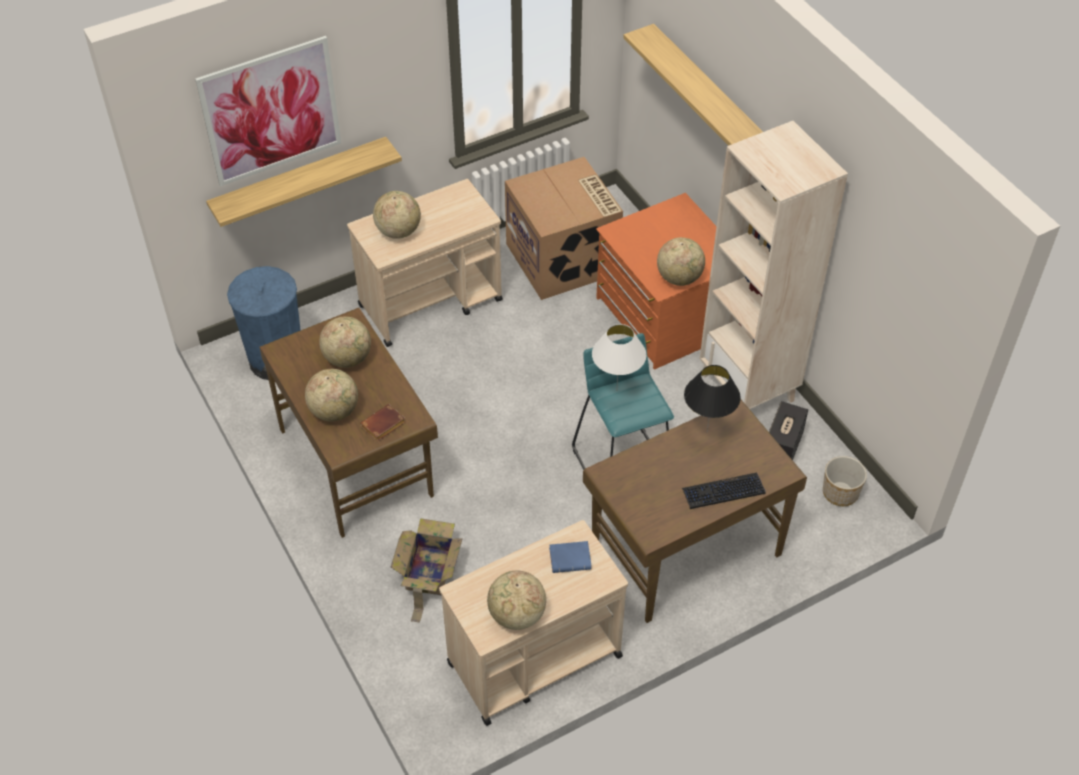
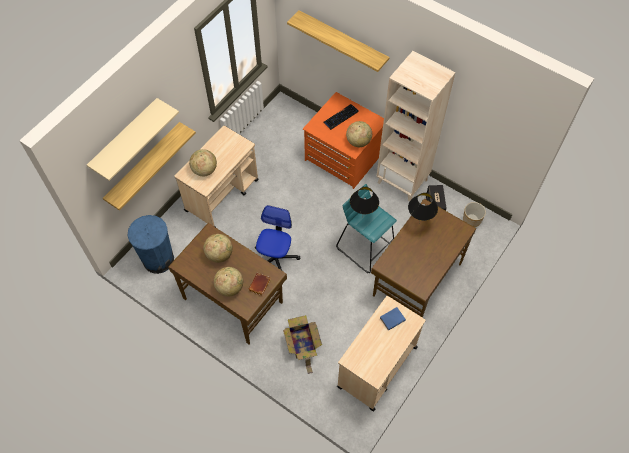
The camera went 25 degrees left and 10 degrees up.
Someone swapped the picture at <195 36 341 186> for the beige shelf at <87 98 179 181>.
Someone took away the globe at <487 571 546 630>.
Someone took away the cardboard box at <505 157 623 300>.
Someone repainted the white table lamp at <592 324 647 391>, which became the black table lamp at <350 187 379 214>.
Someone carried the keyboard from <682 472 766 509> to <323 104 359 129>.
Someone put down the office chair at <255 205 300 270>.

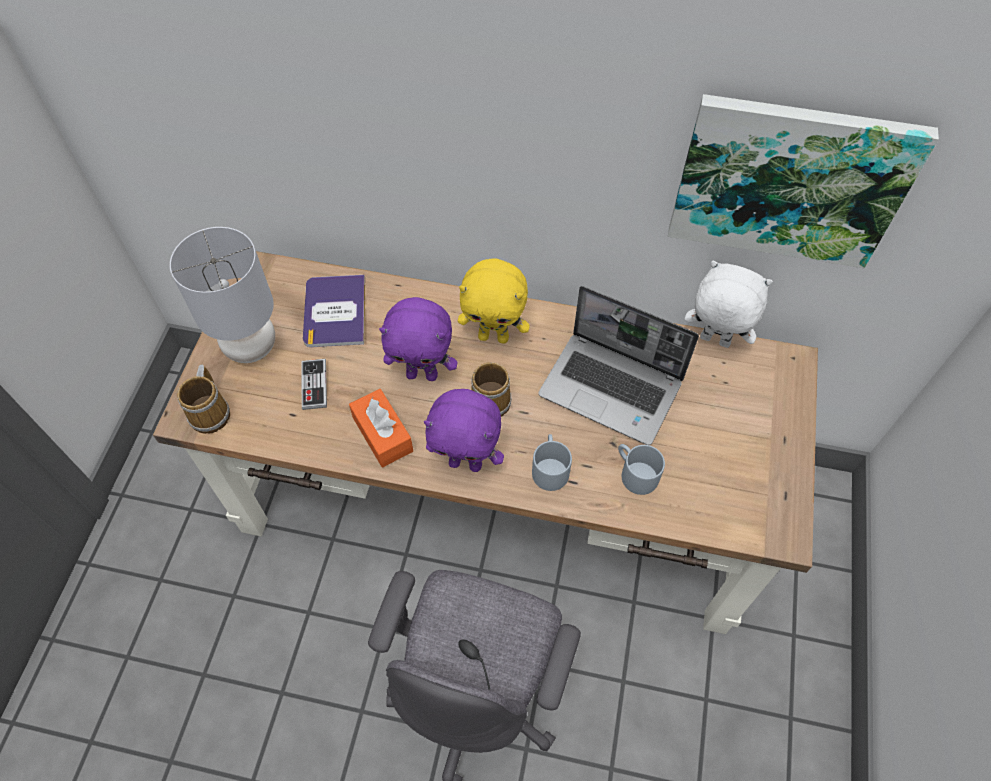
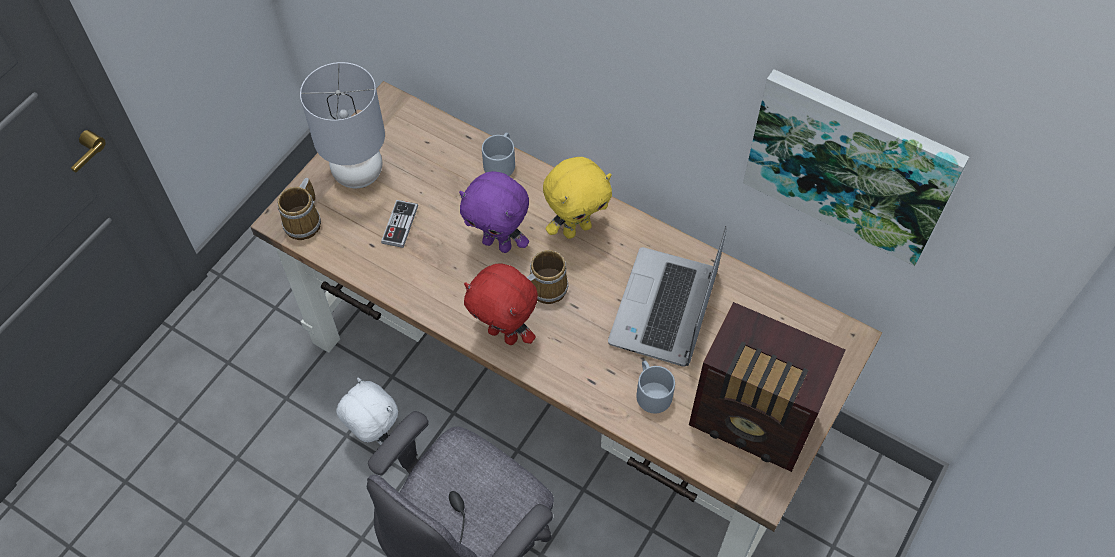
The camera went 20 degrees right and 0 degrees up.
Someone took away the book at <303 275 365 347>.
Someone took away the orange tissue box at <349 389 413 467>.
Someone repainted the purple plush toy at <424 389 504 472>, which became the red plush toy at <464 264 538 345>.
Someone rotated the yellow plush toy at <458 259 530 344> by 60 degrees counterclockwise.
Someone carried the grey mug from <532 434 572 491> to <482 133 515 176>.
Someone rotated the laptop at <539 286 699 445> by 60 degrees clockwise.
Someone carried the white plush toy from <685 261 773 348> to <336 377 398 445>.
Someone put down the radio at <689 302 845 472>.

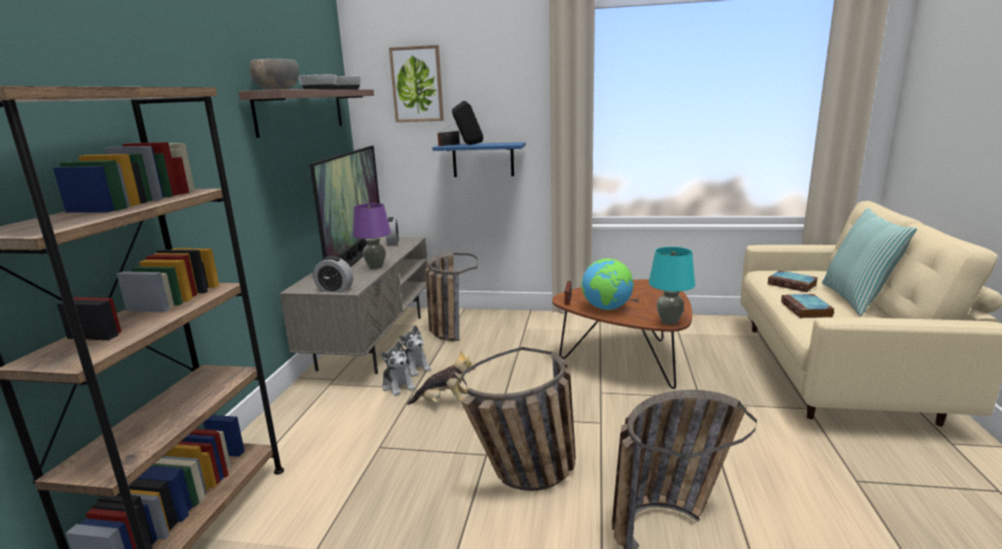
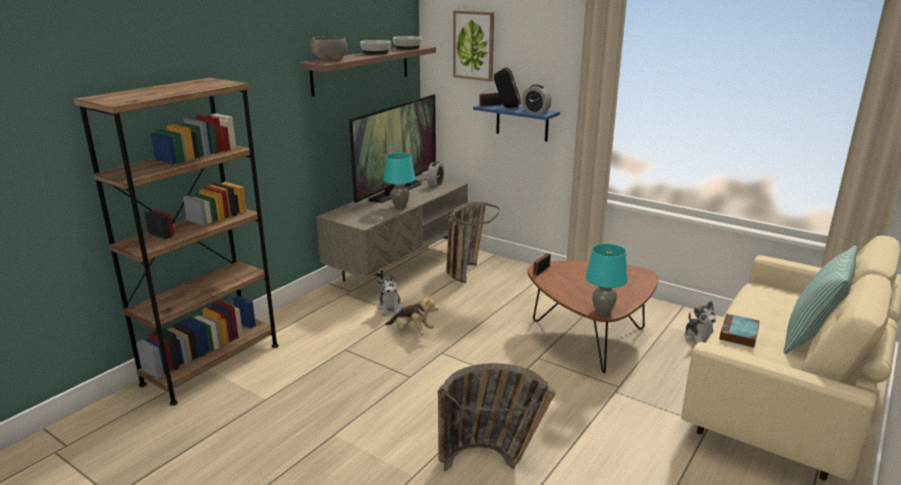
The camera went 25 degrees right and 5 degrees up.
Someone carried the alarm clock from <313 256 353 293> to <522 84 552 114>.
Someone repainted the purple table lamp at <353 203 391 269>, which became the turquoise table lamp at <383 153 415 209>.
Someone carried the plush toy from <399 325 432 377> to <684 301 716 344>.
Someone took away the basket at <461 347 576 491>.
Someone took away the globe at <582 259 634 310>.
Someone took away the book at <768 270 818 292>.

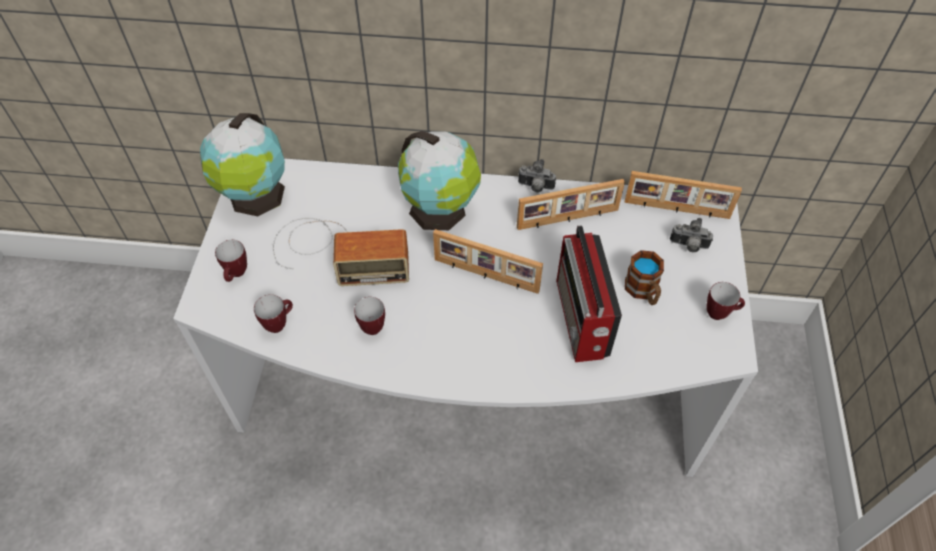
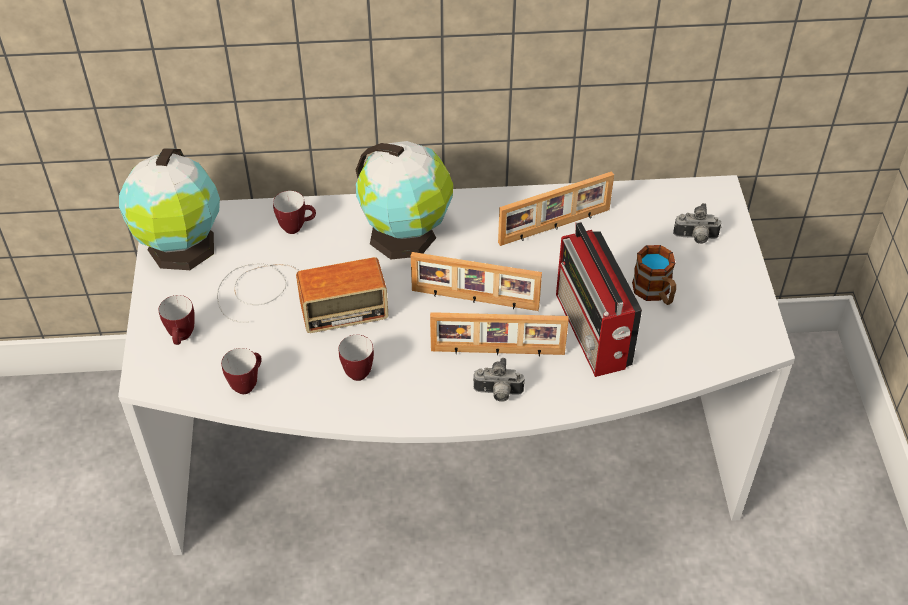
The camera went 10 degrees left and 5 degrees down.
Someone carried the photo camera from <518 159 556 193> to <473 358 525 402>.
Someone carried the picture frame from <624 171 742 219> to <430 312 568 357>.
Someone carried the mug from <706 282 745 320> to <273 191 316 234>.

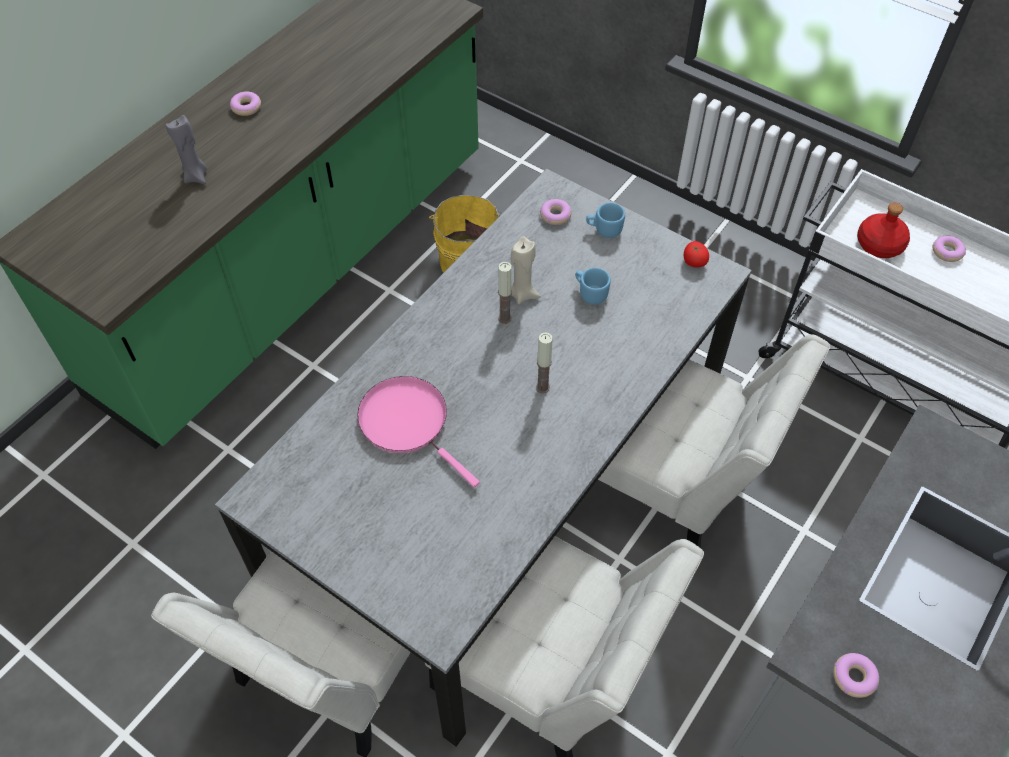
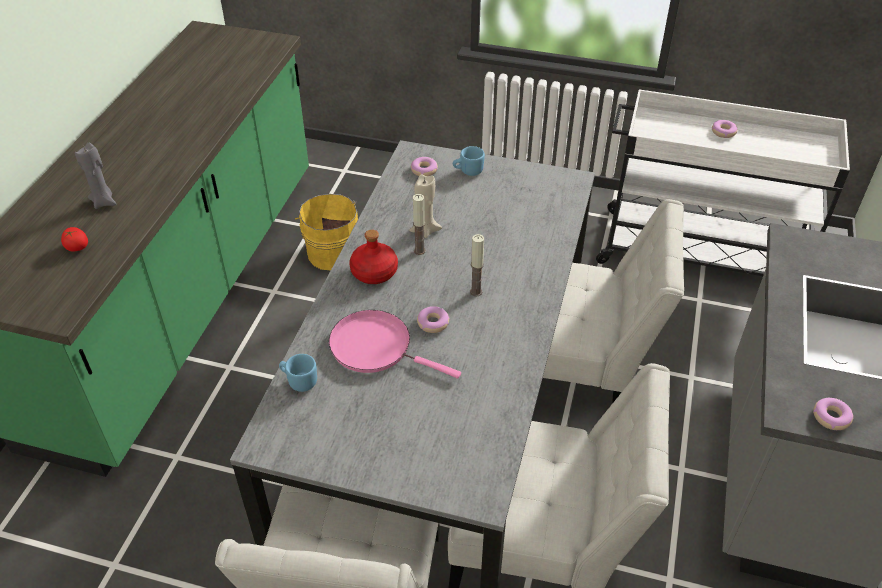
The camera went 20 degrees left and 10 degrees down.
Someone carried the donut from <230 92 261 116> to <417 306 449 333>.
Someone carried the blue mug from <575 268 611 305> to <279 354 317 392>.
Someone carried the tomato from <684 241 709 267> to <61 227 88 252>.
Someone carried the red bottle from <857 202 910 258> to <349 230 398 284>.

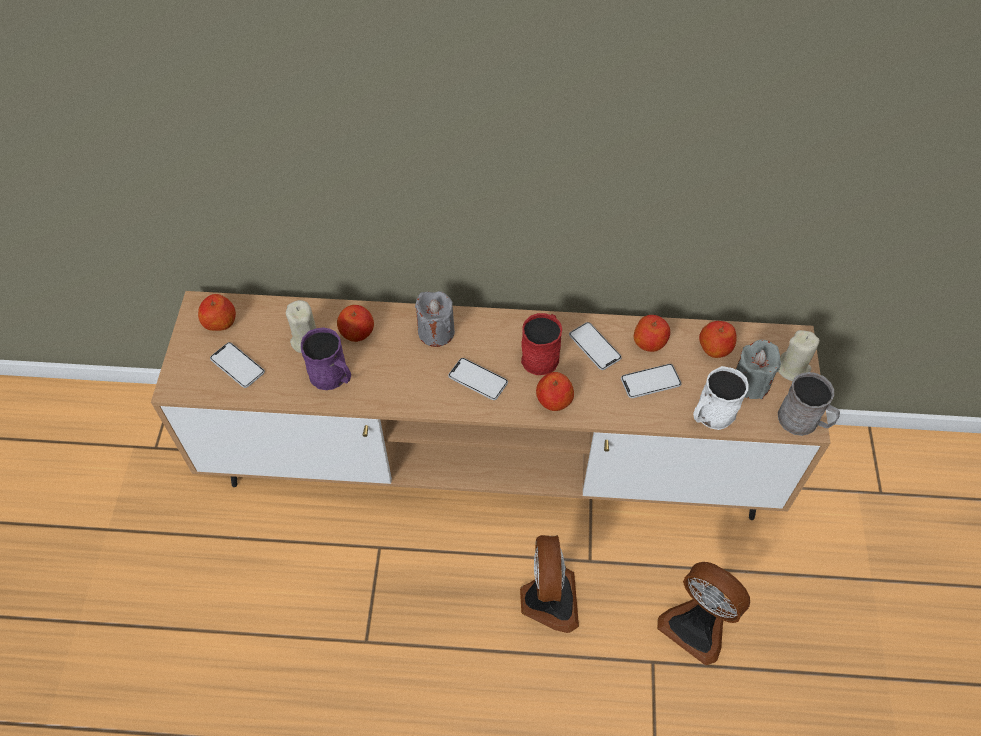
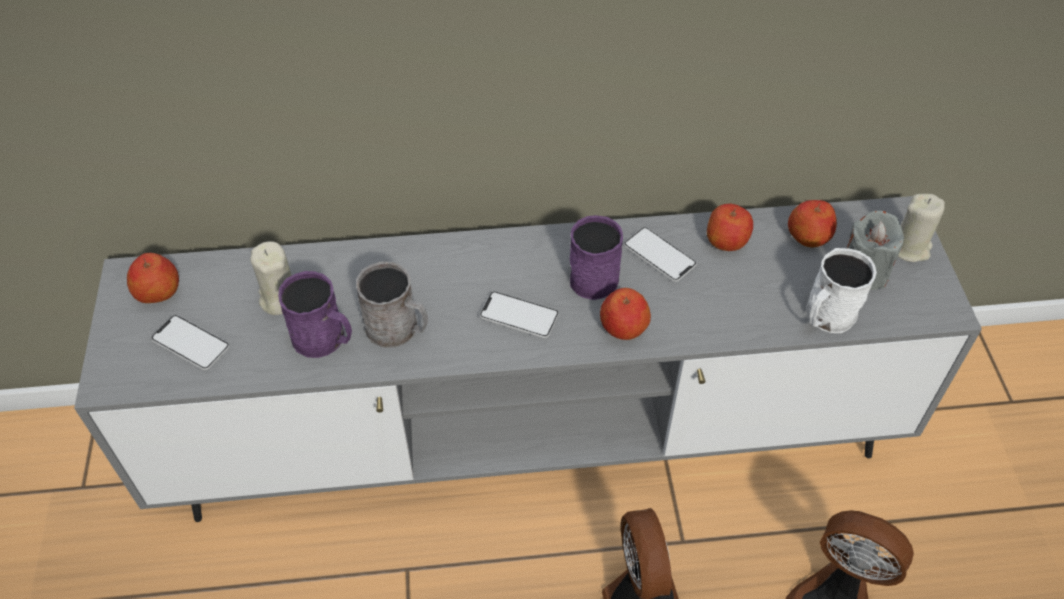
The camera went 10 degrees left and 5 degrees down.
Someone repainted the brown tv stand at <151 291 830 520>, which became the grey tv stand at <74 196 982 522>.
Someone took away the apple at <337 305 374 342>.
Someone took away the grey candle at <415 291 455 347>.
Someone repainted the red mug at <521 313 562 375>, which became the purple mug at <570 215 623 300>.
Someone took away the phone at <621 364 681 398>.
Someone carried the grey mug from <778 372 840 436> to <356 262 428 348>.

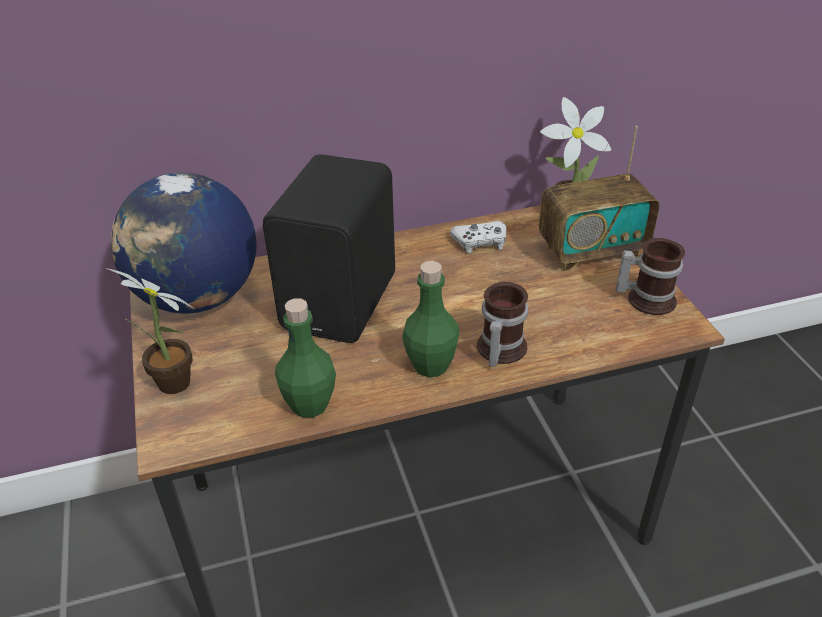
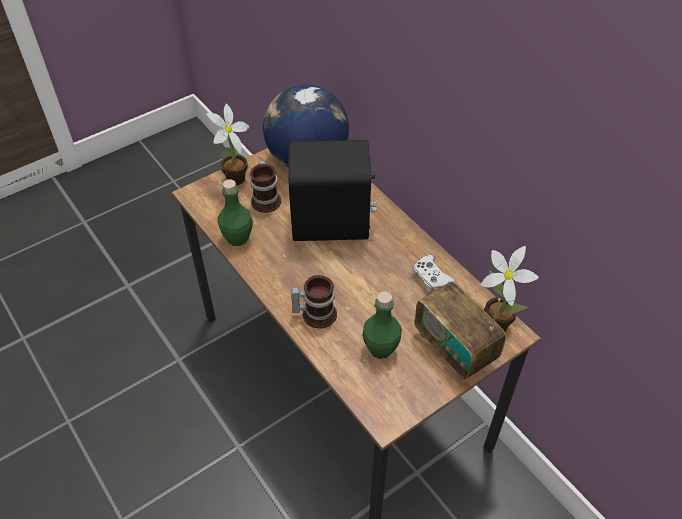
The camera went 70 degrees right and 10 degrees up.
Someone carried the green bottle from <402 261 460 377> to <362 291 402 359>.
Someone carried the mug from <616 238 685 315> to <250 161 281 213>.

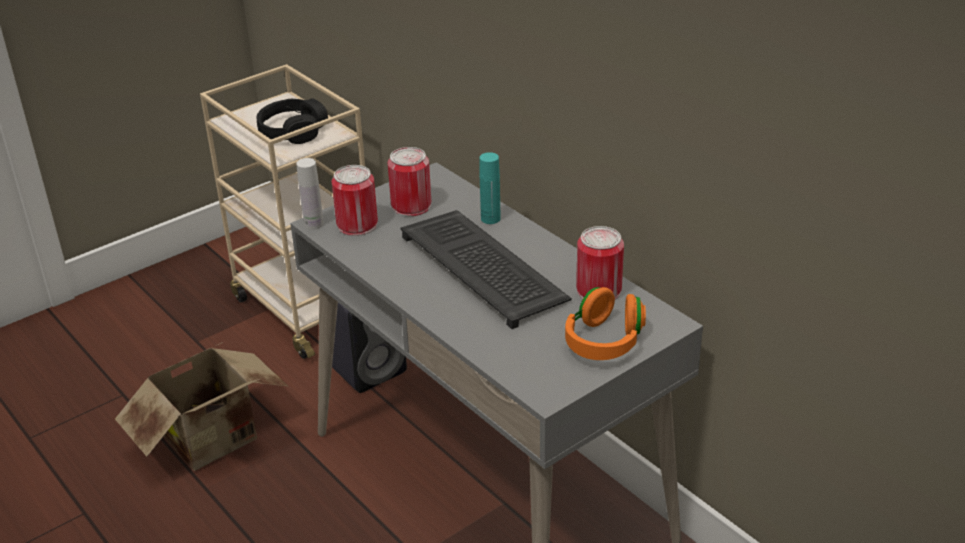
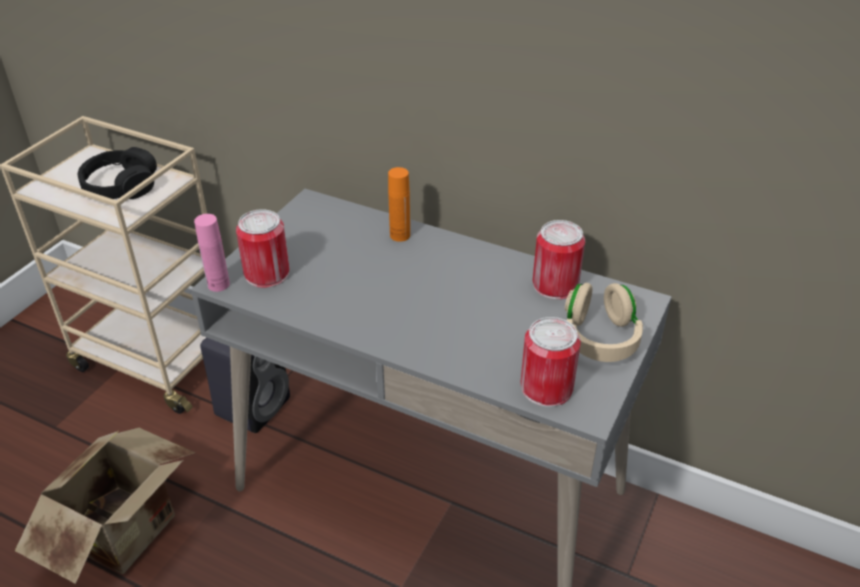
The camera went 25 degrees left and 5 degrees up.
Someone repainted the white bottle at <296 158 324 230>, which became the pink bottle at <194 214 230 292>.
Someone carried the can from <388 147 431 216> to <521 317 581 407>.
Someone took away the keyboard at <400 210 572 329>.
Someone repainted the turquoise bottle at <480 152 501 224>, which became the orange bottle at <388 167 410 242>.
Someone repainted the orange headphones at <565 287 646 360>, which became the beige headphones at <565 283 643 362>.

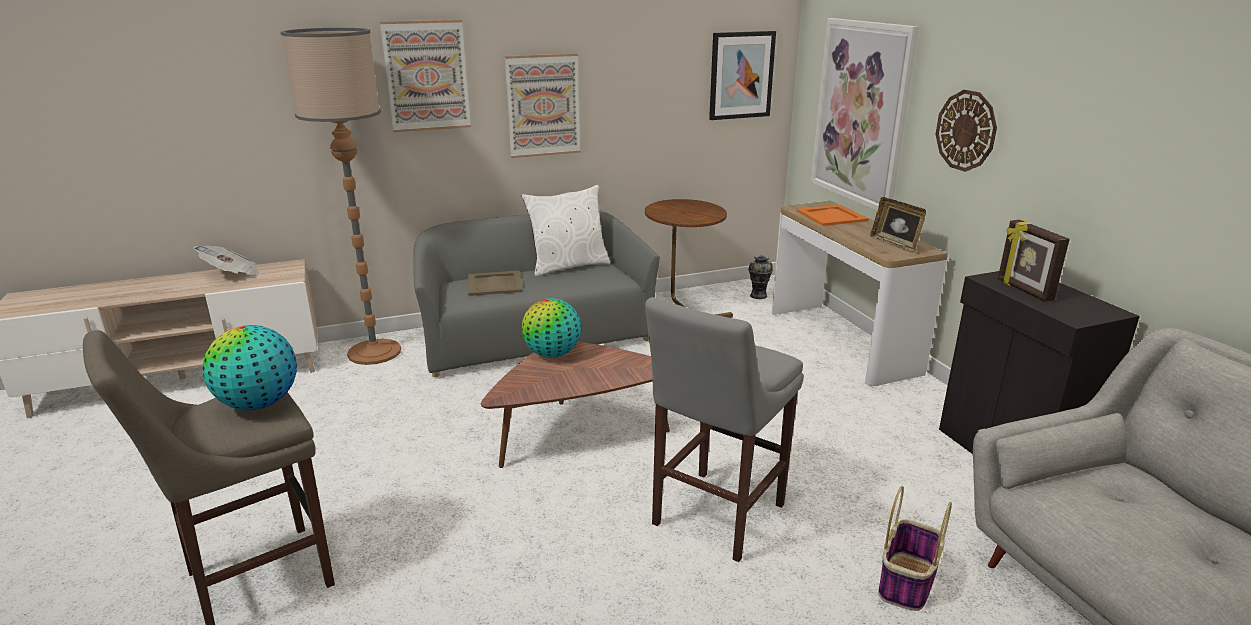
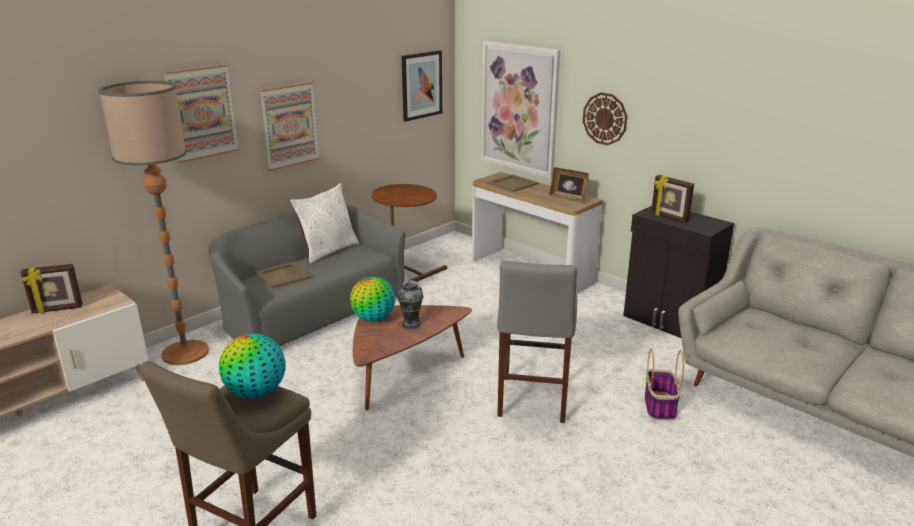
The camera went 25 degrees left and 0 degrees up.
Someone swapped the newspaper at <193 246 260 275> for the picture frame at <21 264 83 314>.
Someone carried the vase from <748 255 773 299> to <397 280 424 329>.
Someone repainted the orange tray at <797 205 869 226>, which became the beige tray at <487 174 538 192>.

